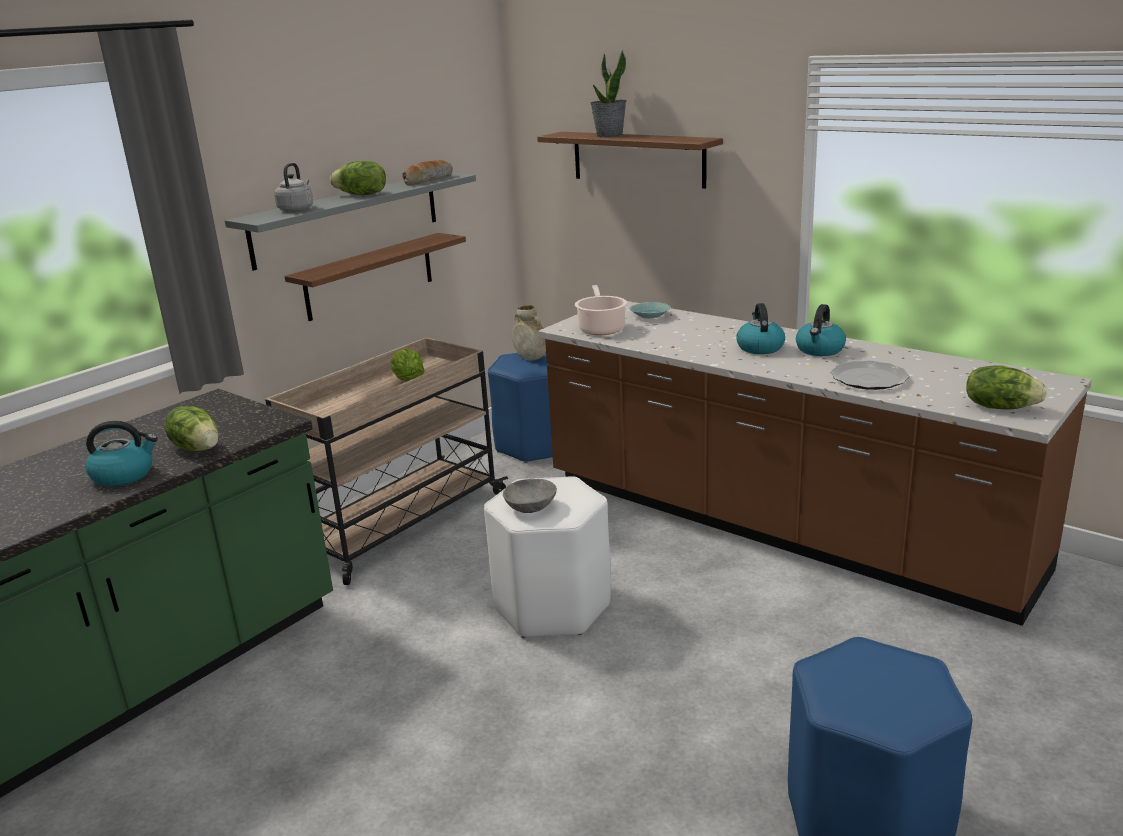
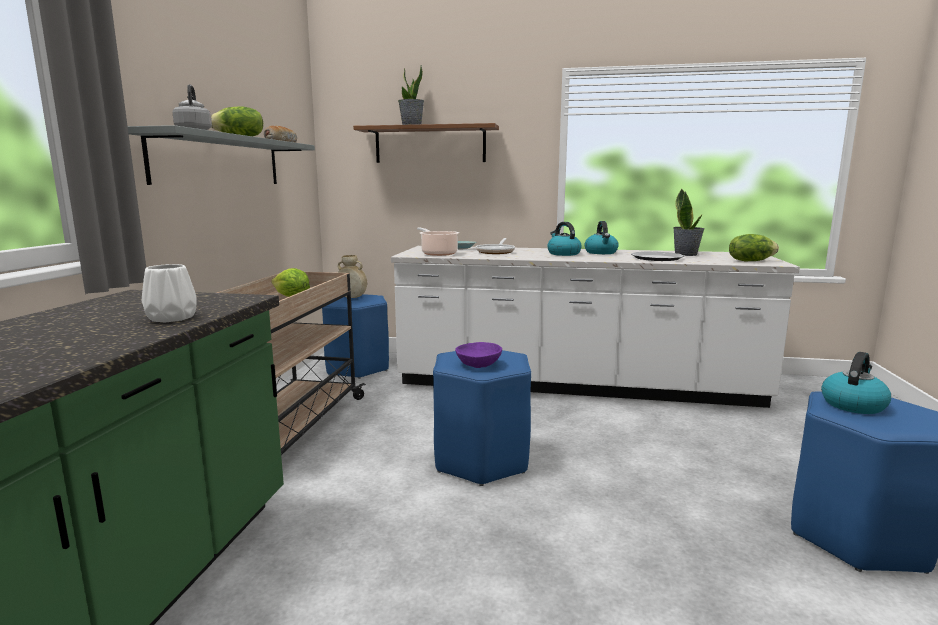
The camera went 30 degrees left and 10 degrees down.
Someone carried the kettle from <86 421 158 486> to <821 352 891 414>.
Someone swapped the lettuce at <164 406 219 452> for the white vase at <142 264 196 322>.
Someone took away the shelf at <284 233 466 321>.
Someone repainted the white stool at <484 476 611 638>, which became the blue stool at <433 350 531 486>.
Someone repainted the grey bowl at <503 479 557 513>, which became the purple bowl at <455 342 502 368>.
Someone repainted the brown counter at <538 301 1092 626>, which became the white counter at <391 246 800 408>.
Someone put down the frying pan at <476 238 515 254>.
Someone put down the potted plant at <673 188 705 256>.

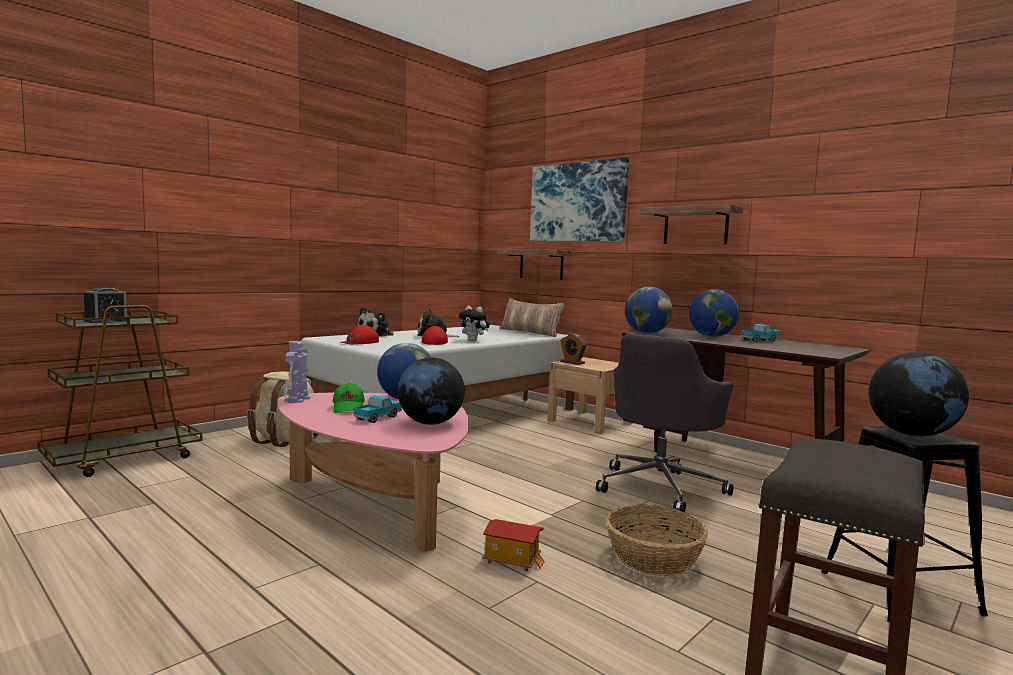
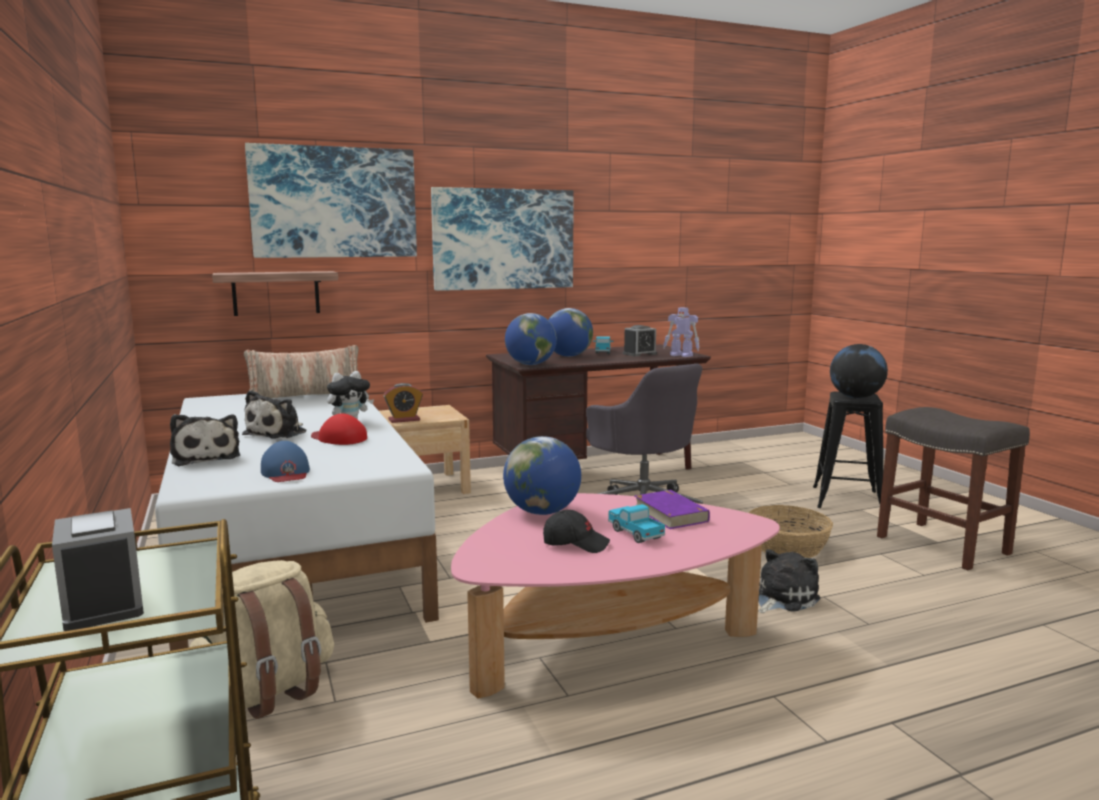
The camera went 65 degrees left and 5 degrees up.
Someone carried the toy robot from <284 341 310 403> to <663 307 700 357>.
Someone repainted the green cap at <333 383 364 413>, which became the black cap at <543 510 610 553>.
Someone repainted the red cap at <340 325 379 344>, which became the blue cap at <261 441 310 482>.
Someone swapped the globe at <398 358 465 425> for the purple book at <635 490 710 529>.
Someone swapped the toy house at <482 519 545 571> for the plush toy at <758 549 820 613>.
Someone swapped the shelf at <640 204 743 244> for the picture at <431 187 574 291>.
Someone put down the alarm clock at <623 325 657 357>.

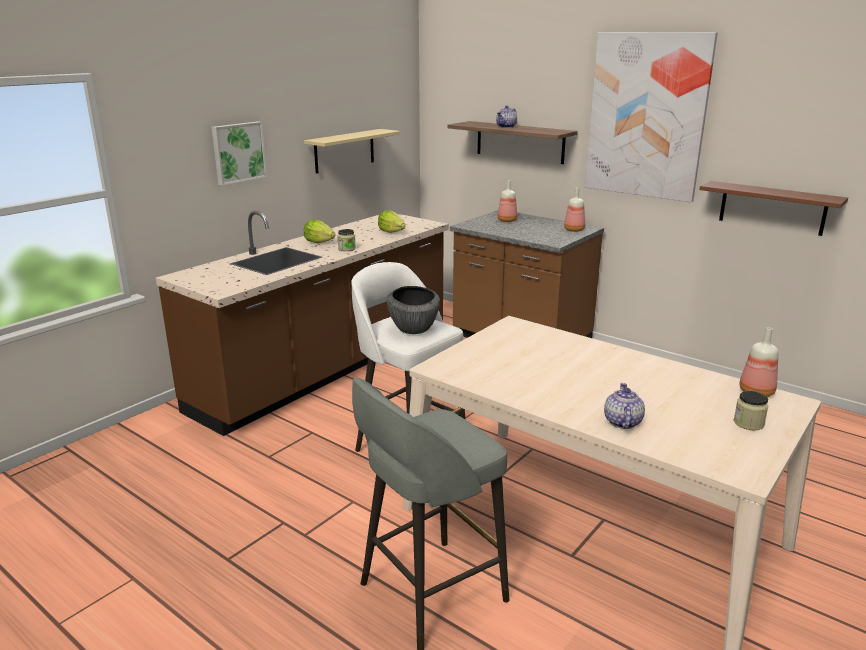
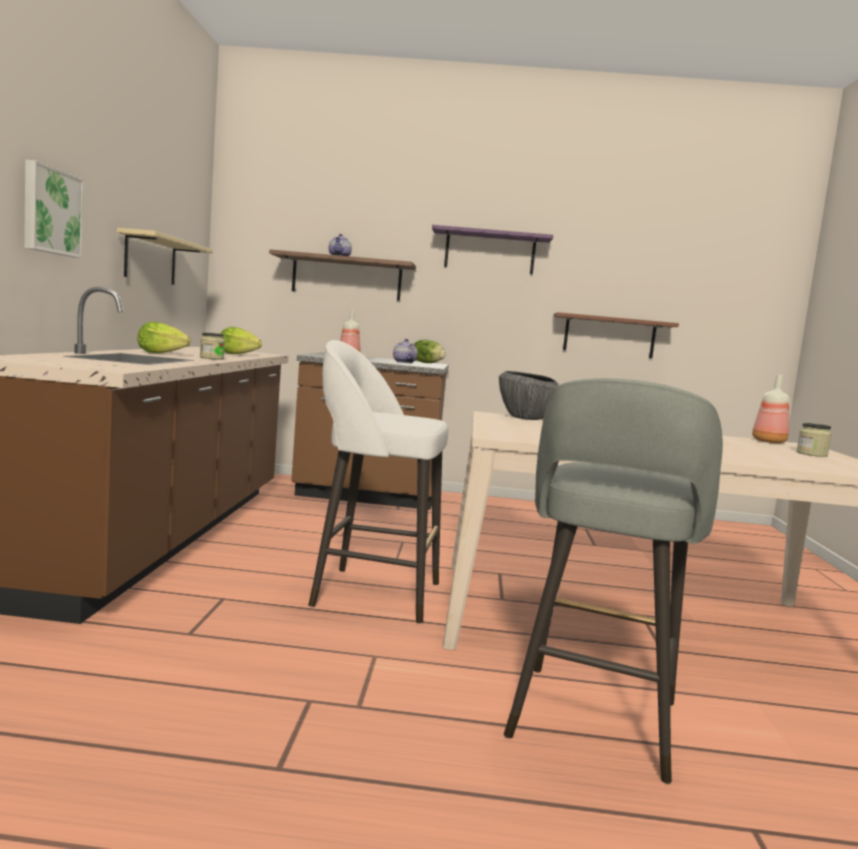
The camera went 35 degrees left and 15 degrees down.
Someone carried the bowl from <386 286 440 334> to <499 371 559 420>.
Someone swapped the bottle at <564 188 585 232> for the lettuce at <414 339 446 363>.
Someone swapped the picture at <585 32 718 202> for the purple shelf at <432 225 553 274>.
Someone carried the teapot from <604 383 645 429> to <393 339 418 363>.

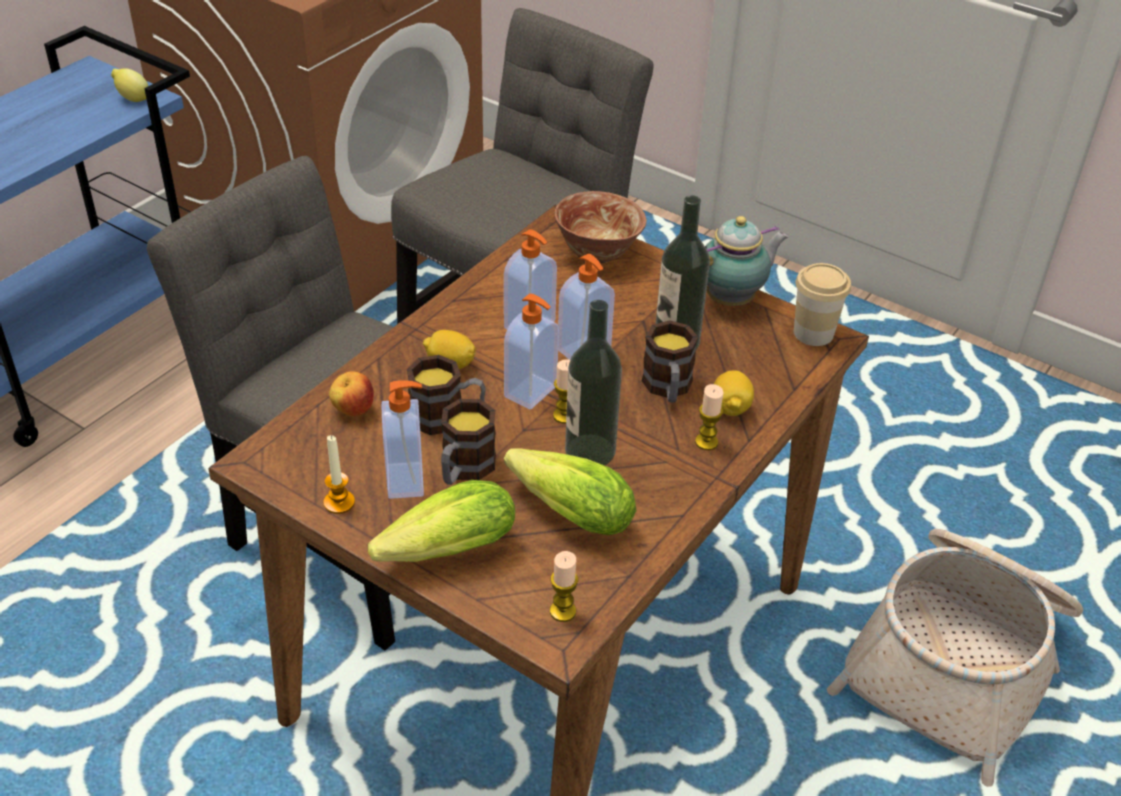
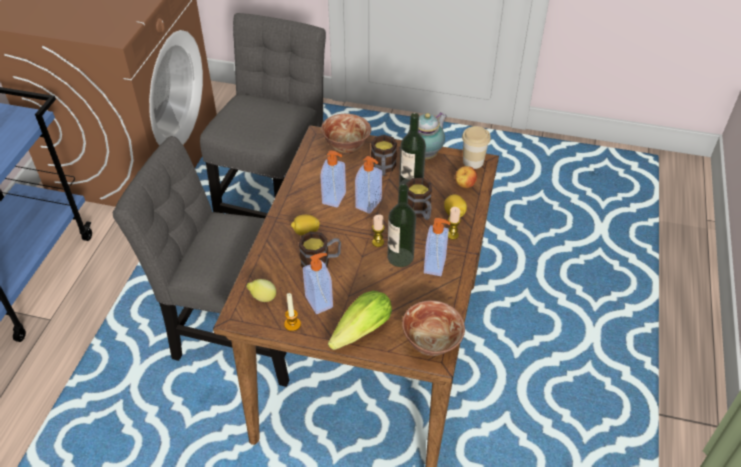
The camera went 20 degrees left and 5 degrees up.
Someone carried the lemon from <111 68 148 102> to <246 279 276 302>.
Someone carried the apple from <329 371 374 416> to <455 166 477 188>.
Someone carried the mug from <441 399 496 485> to <371 135 397 176>.
Someone carried the soap dispenser from <504 294 559 409> to <424 218 450 276>.
Someone took away the lettuce at <504 448 636 535>.
Someone swapped the candle at <550 551 578 622> for the bowl at <402 300 465 356>.
Someone took away the basket at <827 529 1083 787>.

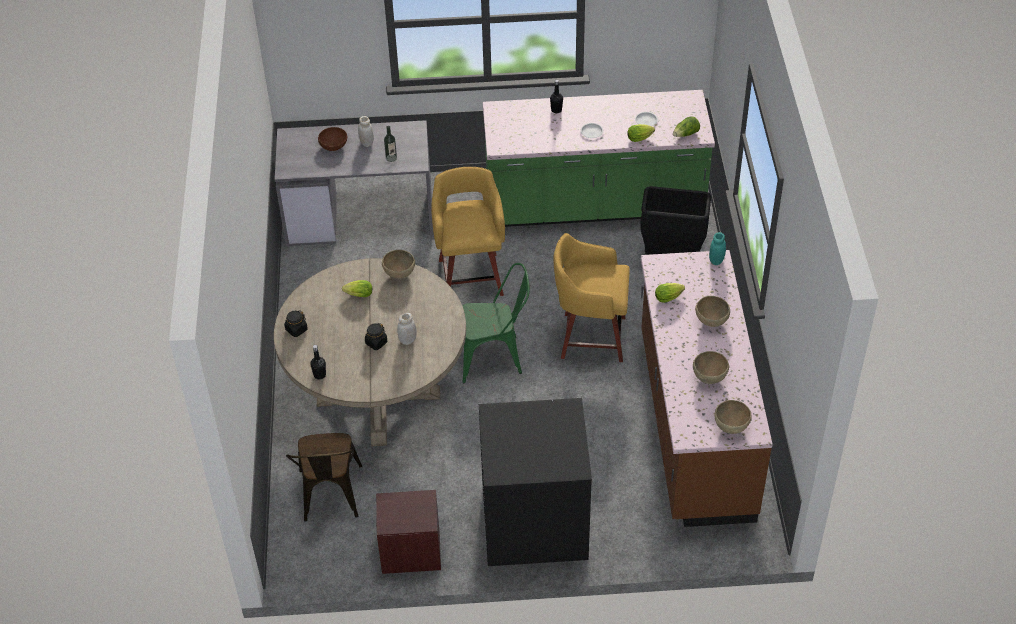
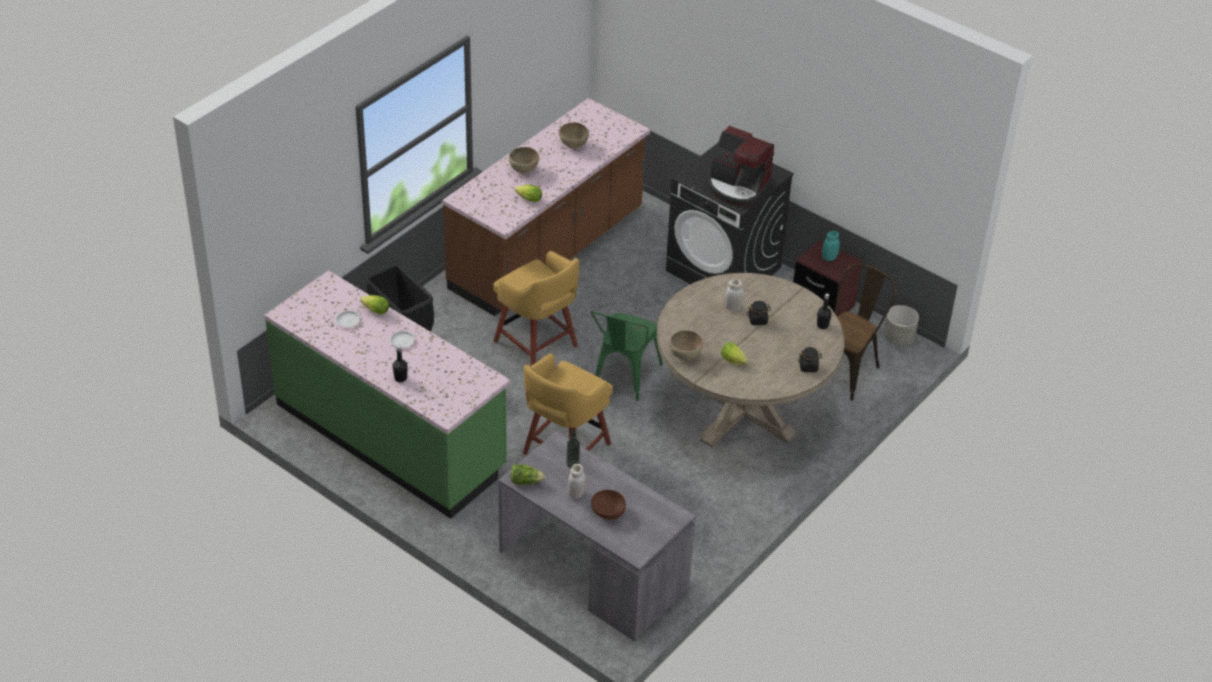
The camera went 140 degrees left and 5 degrees down.
Someone rotated the green chair at <463 263 529 383> by 105 degrees counterclockwise.
Someone carried the lettuce from <673 116 700 137> to <511 464 545 485>.
Someone carried the turquoise jar from <709 232 726 265> to <822 231 840 261>.
Someone took away the brown bowl at <714 400 752 434>.
Someone put down the coffee machine at <708 126 774 206>.
Someone put down the grey planter at <883 305 919 345>.

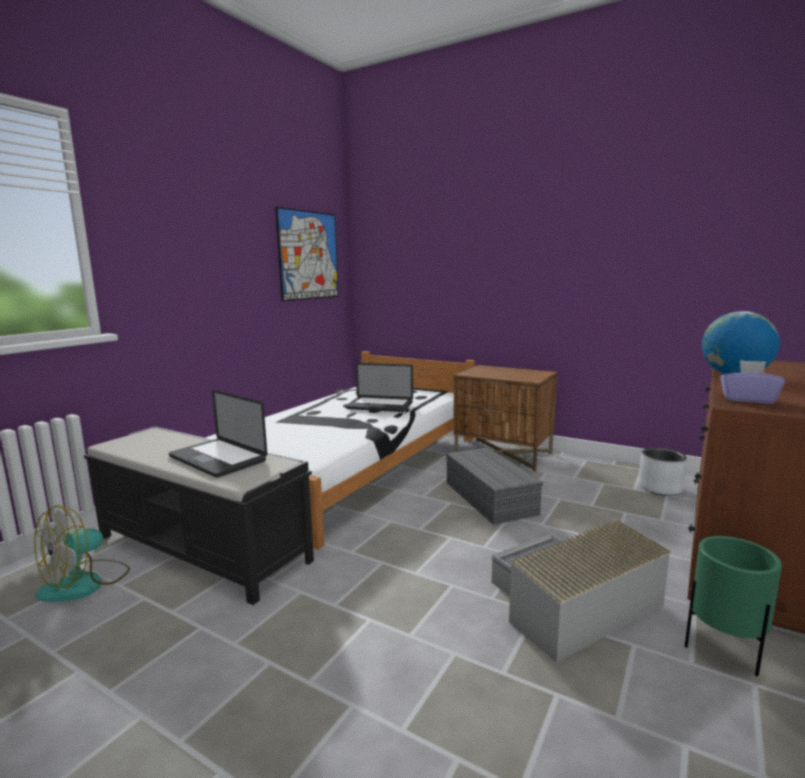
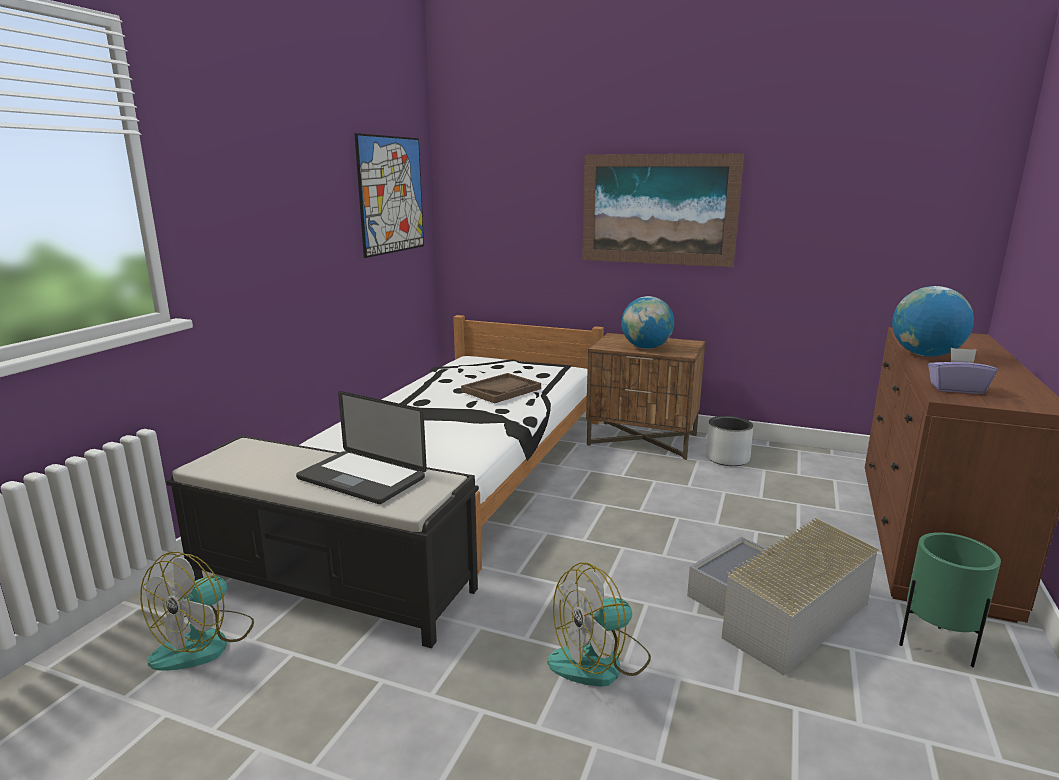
The camera went 10 degrees left and 5 degrees up.
Someone swapped the laptop at <346 363 413 412> for the brown tray at <461 373 541 403>.
Someone took away the grey storage box at <446 447 543 525>.
Someone carried the grey planter from <638 448 687 496> to <706 416 753 466>.
Someone put down the fan at <547 562 651 687>.
Someone put up the picture at <582 153 744 267>.
Someone put down the globe at <621 296 674 349>.

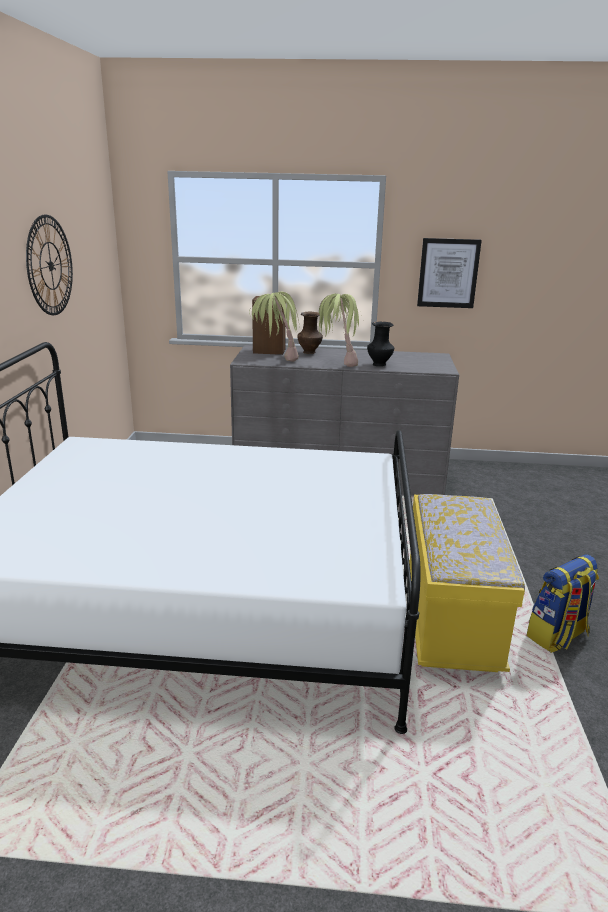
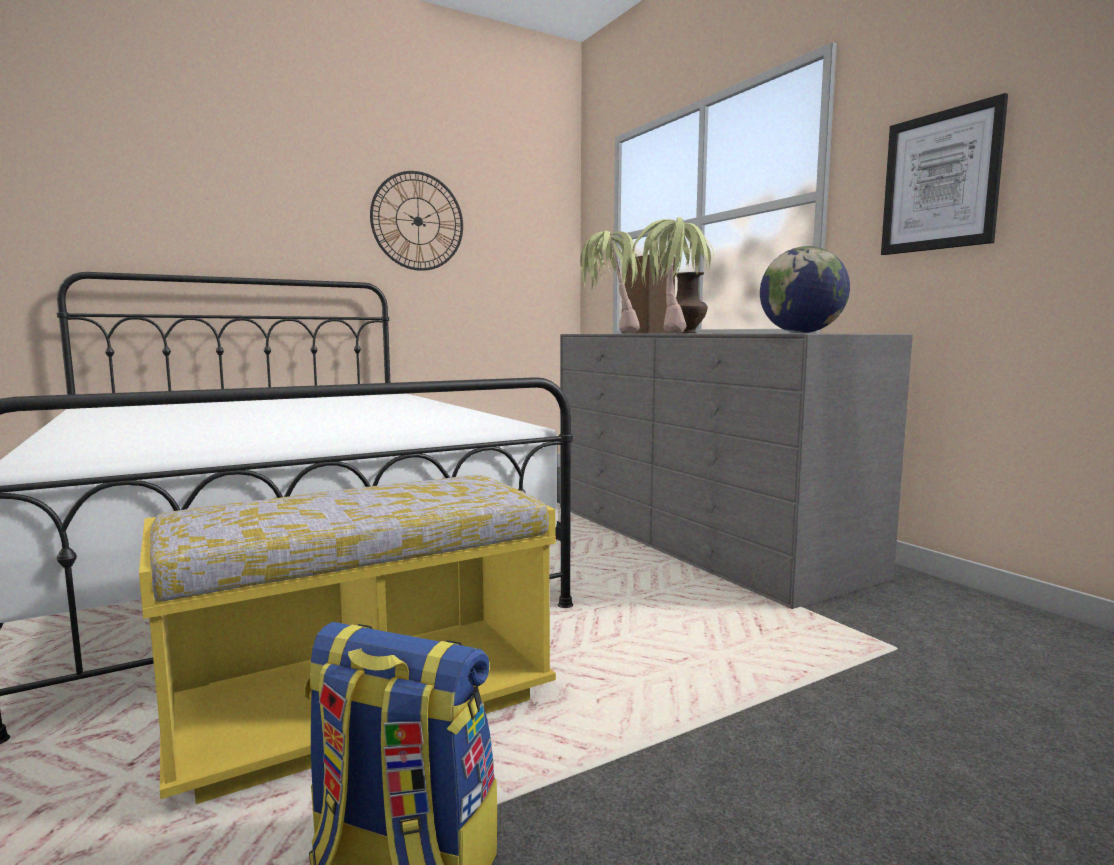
The camera went 55 degrees right and 15 degrees down.
Someone took away the black vase at <367 321 394 366>.
Someone put down the globe at <760 246 850 333>.

